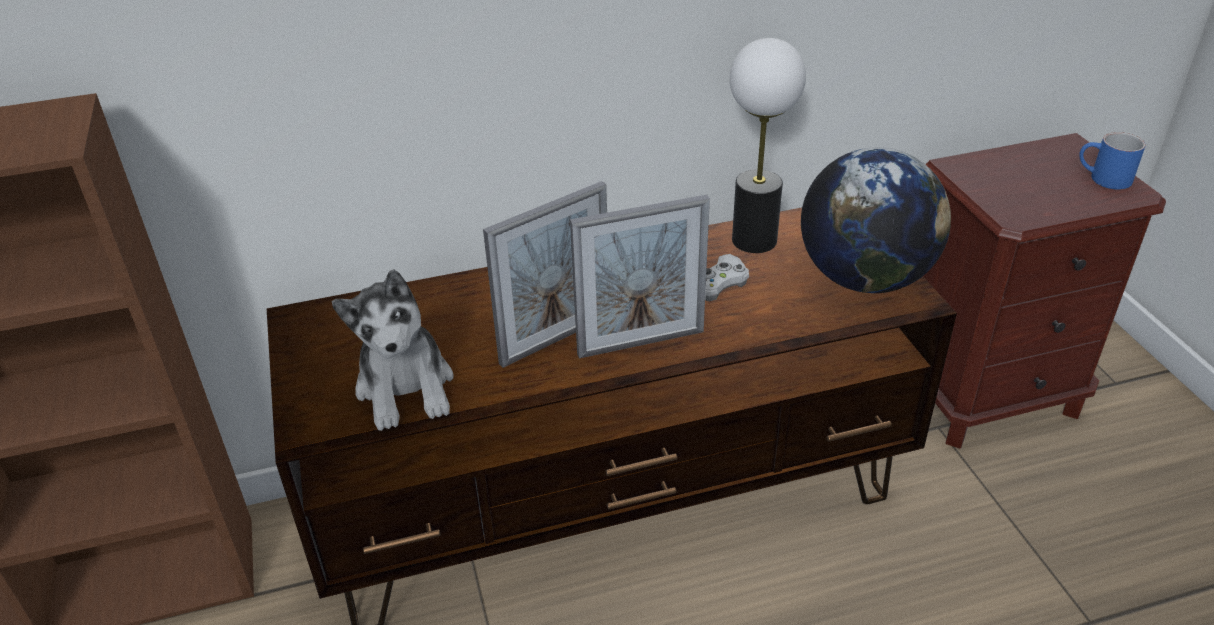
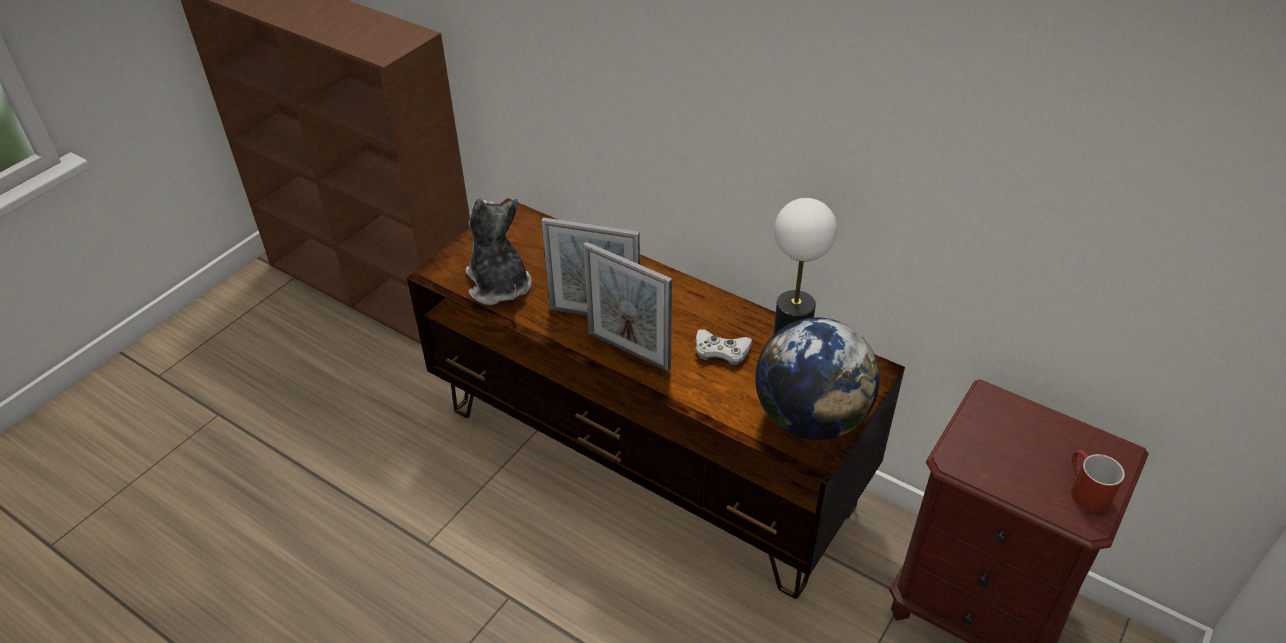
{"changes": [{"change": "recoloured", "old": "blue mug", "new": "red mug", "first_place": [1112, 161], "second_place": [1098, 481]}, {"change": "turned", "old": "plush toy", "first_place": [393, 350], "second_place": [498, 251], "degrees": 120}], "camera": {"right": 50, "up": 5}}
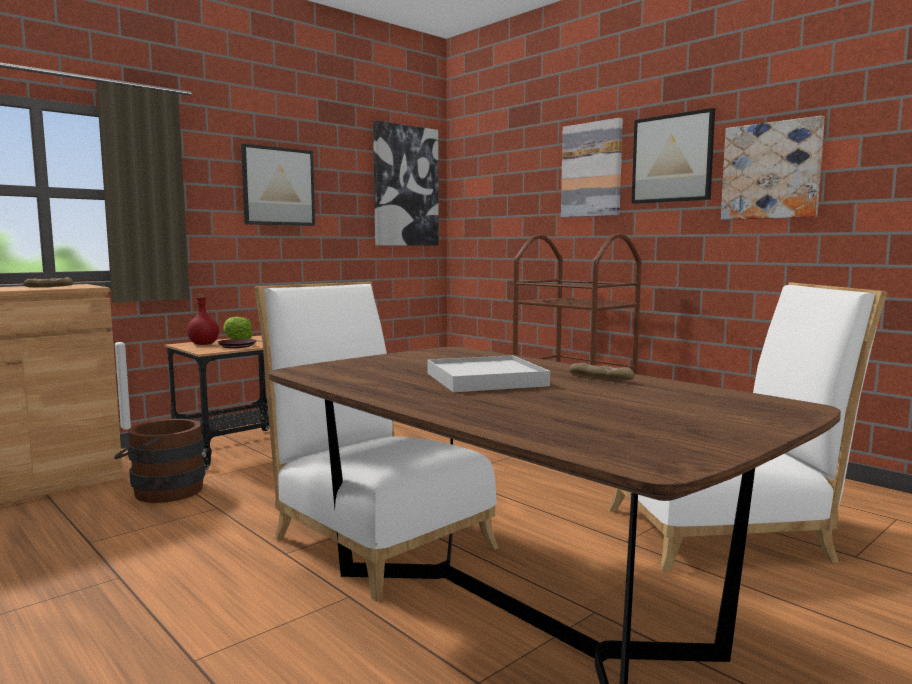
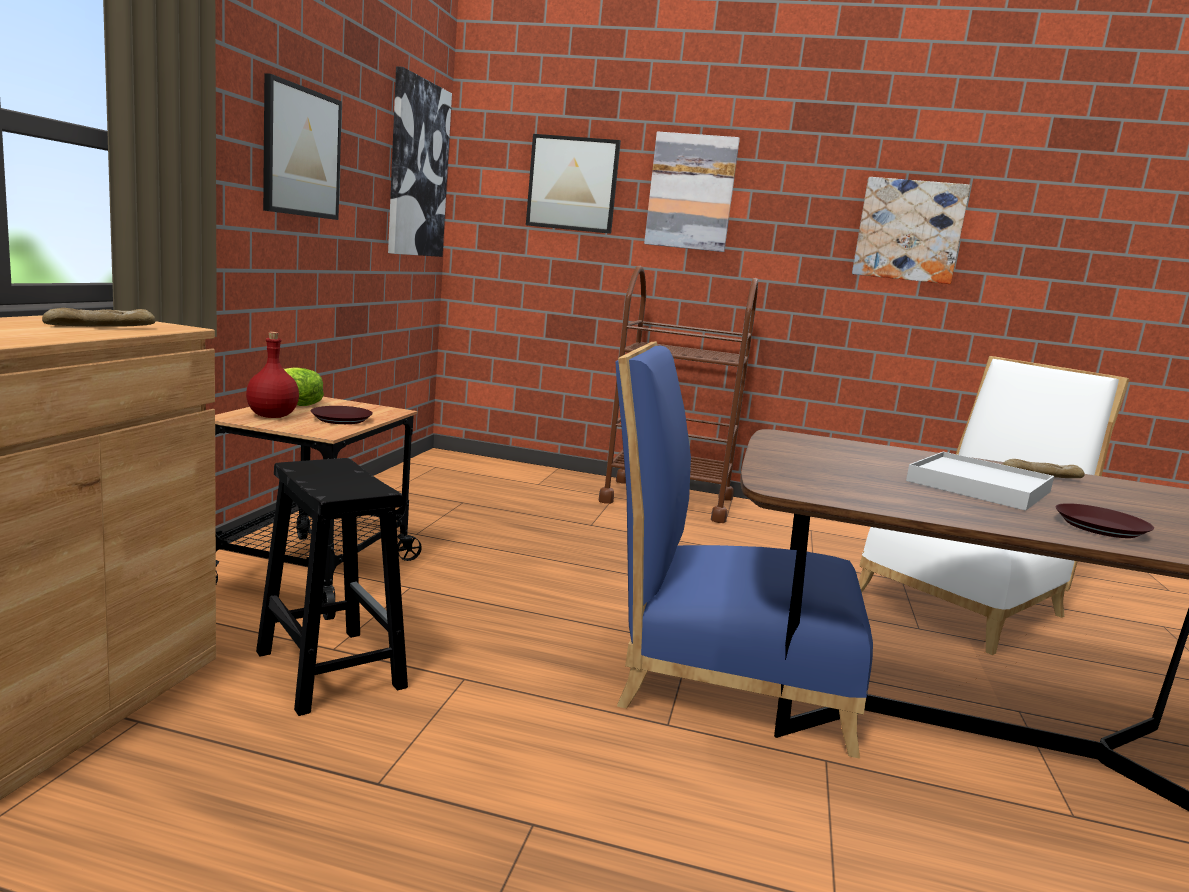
{"changes": [{"change": "added", "new": "brown plate", "second_place": [1105, 520]}, {"change": "moved", "old": "picture", "first_place": [673, 156], "second_place": [573, 184]}, {"change": "replaced", "old": "brown bucket", "new": "black stool", "first_place": [159, 461], "second_place": [332, 587]}, {"change": "recoloured", "old": "white chair", "new": "blue chair", "first_place": [376, 441], "second_place": [744, 550]}], "camera": {"right": -35, "up": 5}}
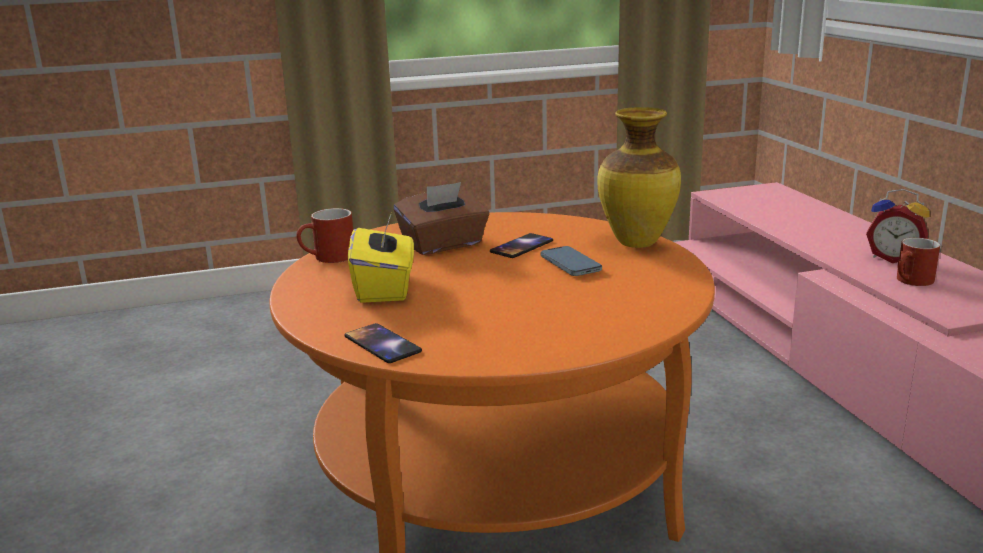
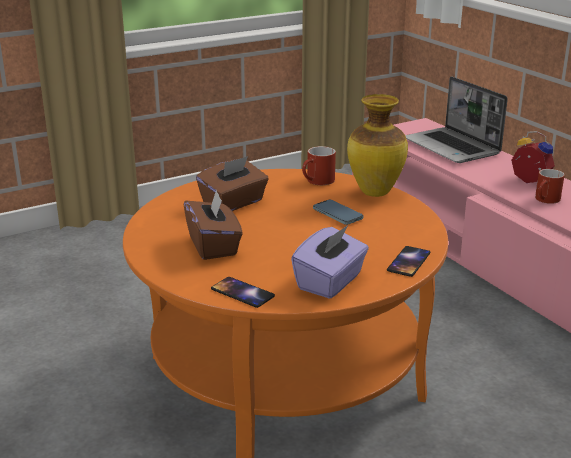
{"changes": [{"change": "added", "new": "purple tissue box", "second_place": [330, 262]}, {"change": "added", "new": "laptop", "second_place": [456, 119]}, {"change": "moved", "old": "red mug", "first_place": [324, 235], "second_place": [319, 165]}, {"change": "moved", "old": "phone", "first_place": [521, 245], "second_place": [408, 261]}, {"change": "recoloured", "old": "yellow tissue box", "new": "brown tissue box", "first_place": [381, 258], "second_place": [213, 224]}, {"change": "turned", "old": "alarm clock", "first_place": [898, 226], "second_place": [533, 157], "degrees": -150}], "camera": {"right": -15, "up": 5}}
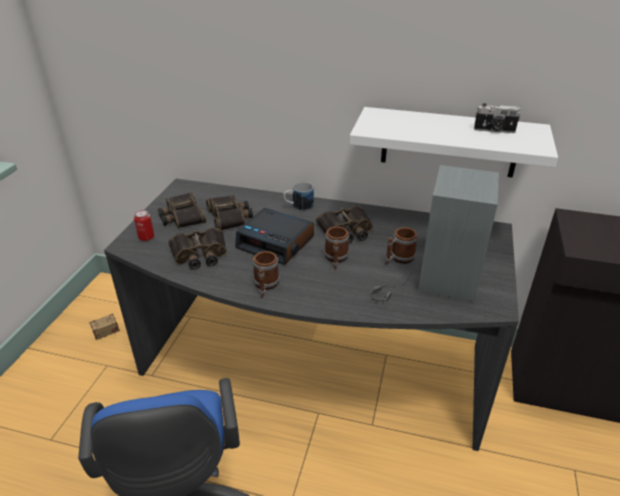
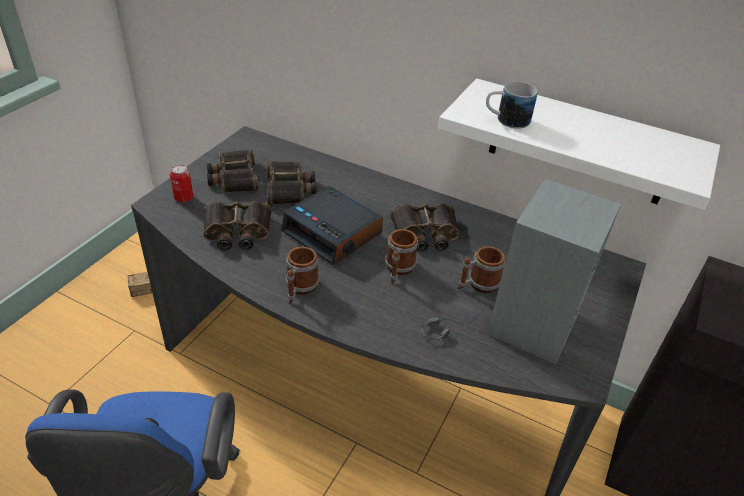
{"changes": [{"change": "removed", "old": "photo camera", "first_place": [497, 118]}, {"change": "moved", "old": "mug", "first_place": [298, 196], "second_place": [512, 105]}], "camera": {"right": 10, "up": 5}}
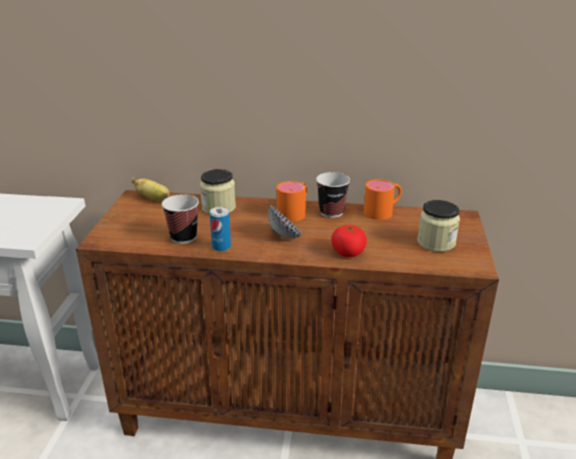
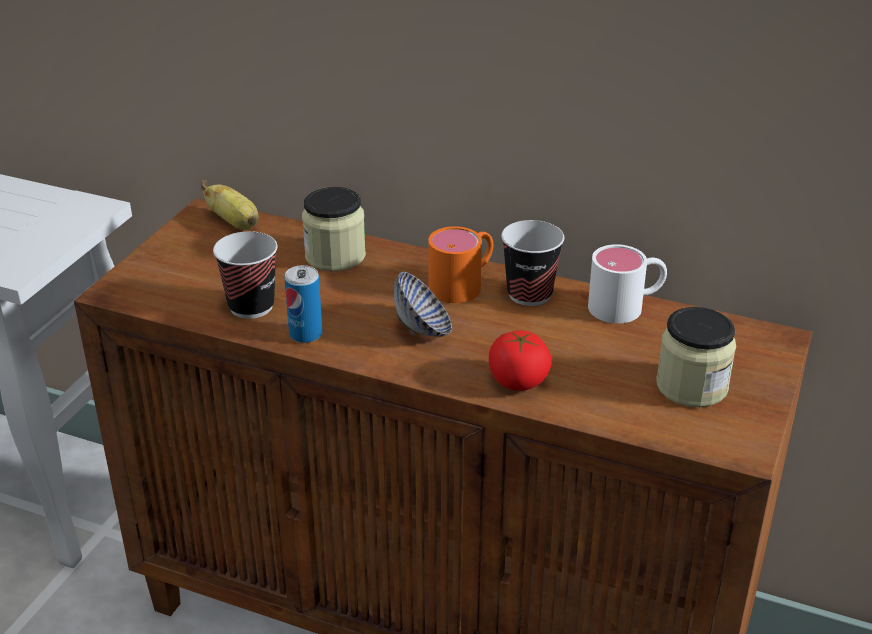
{"changes": [{"change": "recoloured", "old": "orange mug", "new": "white mug", "first_place": [383, 199], "second_place": [627, 283]}], "camera": {"right": 15, "up": 5}}
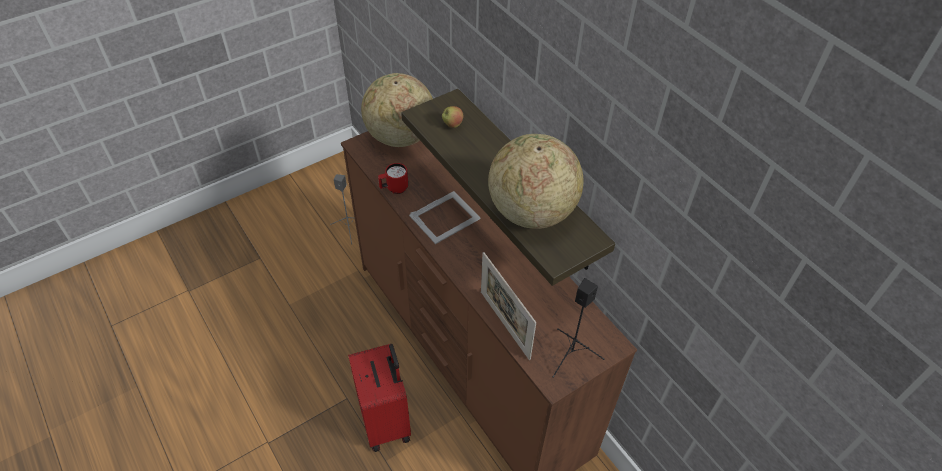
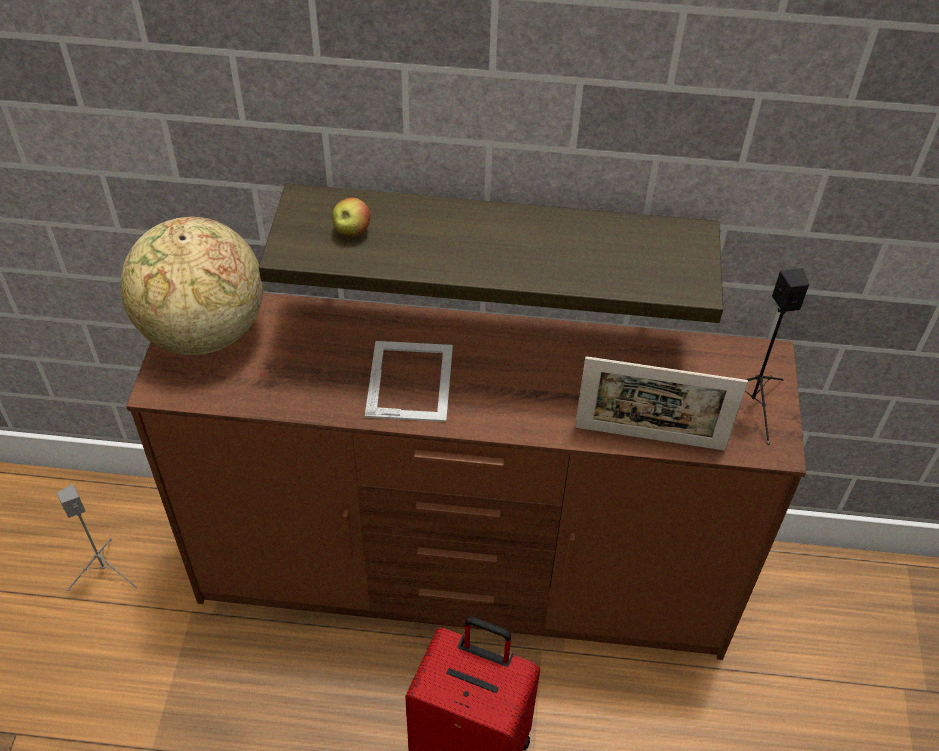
{"changes": [{"change": "removed", "old": "red mug", "first_place": [393, 178]}, {"change": "removed", "old": "globe", "first_place": [536, 181]}], "camera": {"right": -50, "up": 0}}
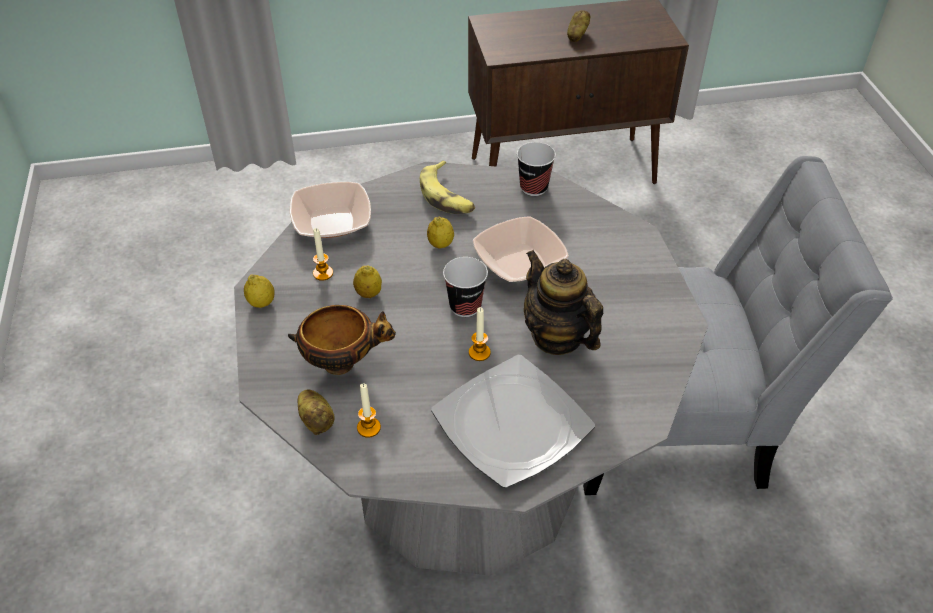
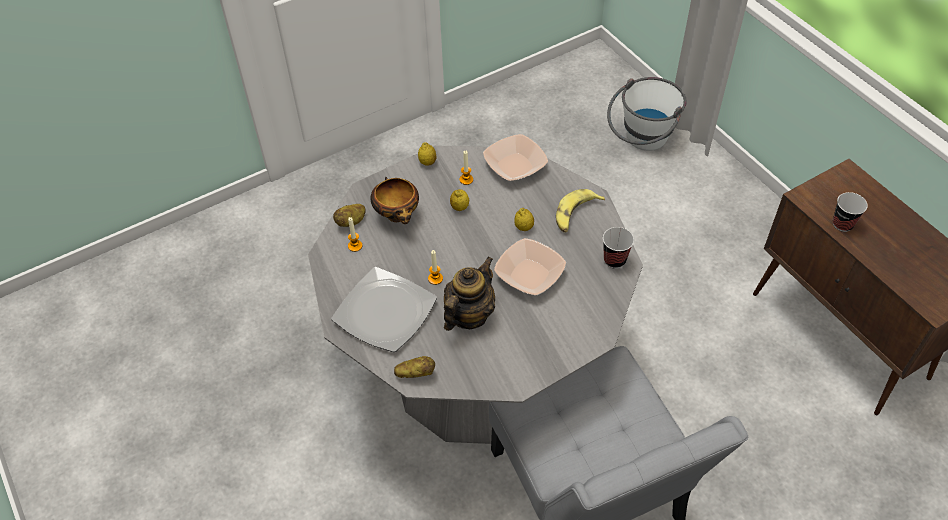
{"changes": [{"change": "added", "new": "white bucket", "second_place": [647, 114]}, {"change": "moved", "old": "cup", "first_place": [465, 287], "second_place": [850, 212]}, {"change": "moved", "old": "potato", "first_place": [578, 26], "second_place": [414, 367]}], "camera": {"right": 70, "up": 5}}
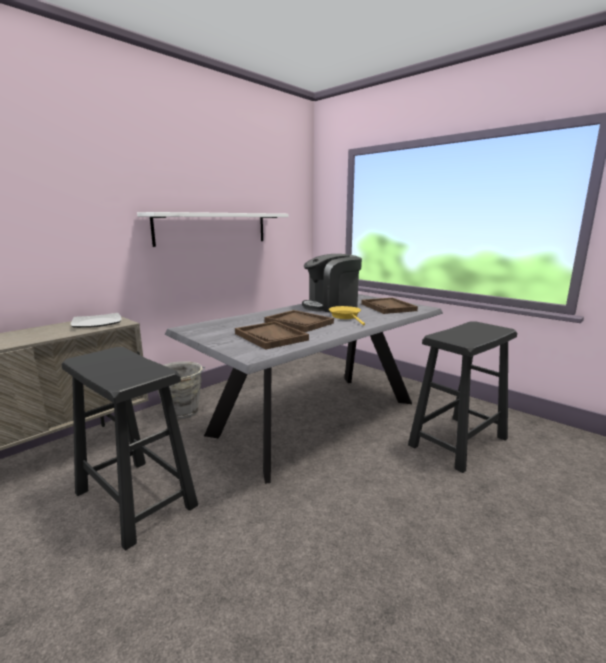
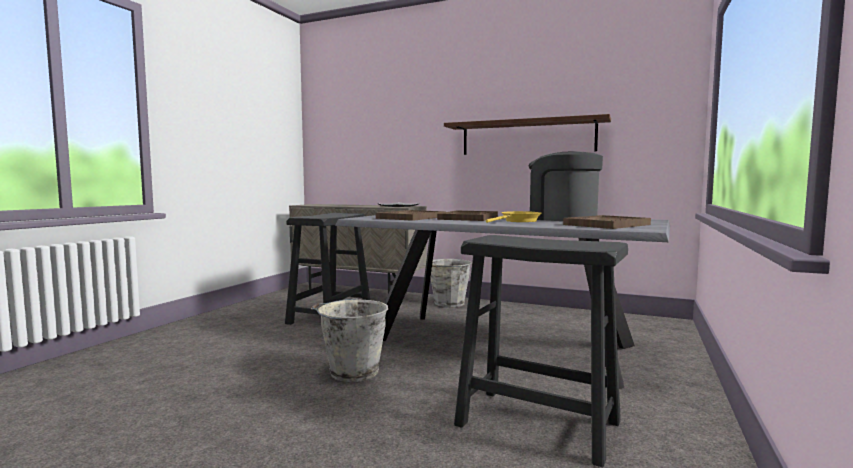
{"changes": [{"change": "added", "new": "grey bucket", "second_place": [349, 340]}, {"change": "recoloured", "old": "white shelf", "new": "brown shelf", "first_place": [213, 229], "second_place": [527, 134]}], "camera": {"right": 70, "up": -10}}
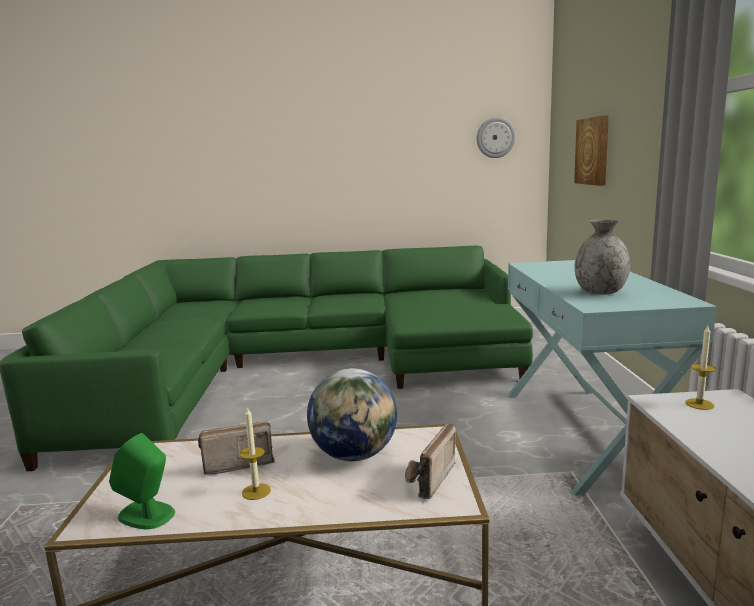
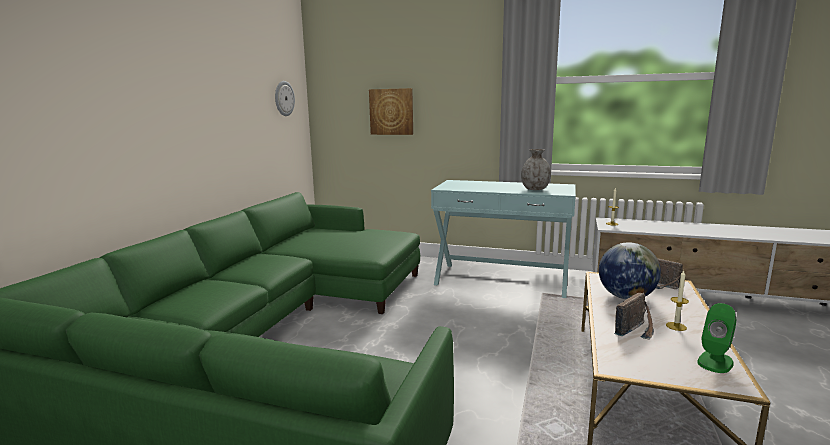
{"changes": [{"change": "turned", "old": "radio", "first_place": [236, 448], "second_place": [634, 316], "degrees": -135}], "camera": {"right": -70, "up": 0}}
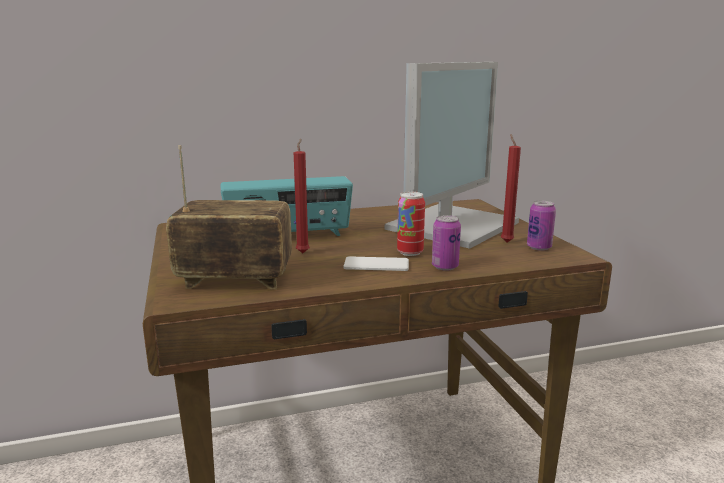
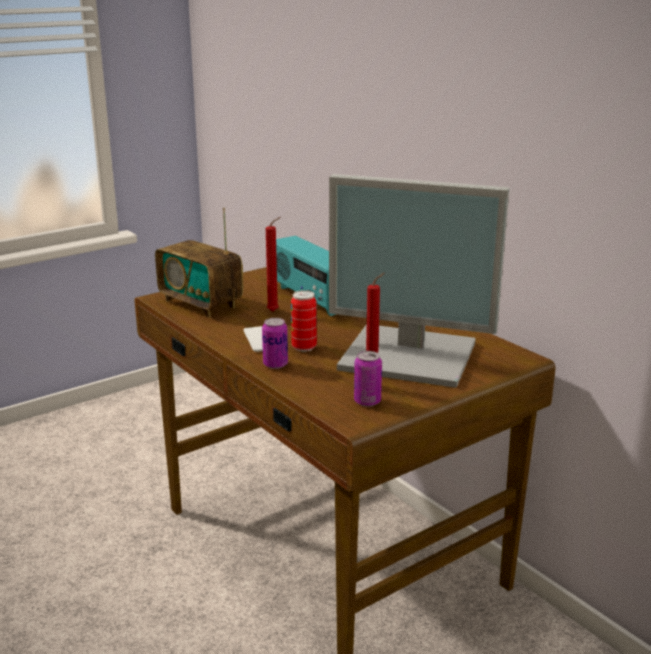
{"changes": [{"change": "turned", "old": "radio", "first_place": [229, 217], "second_place": [199, 262], "degrees": 150}], "camera": {"right": 70, "up": 5}}
